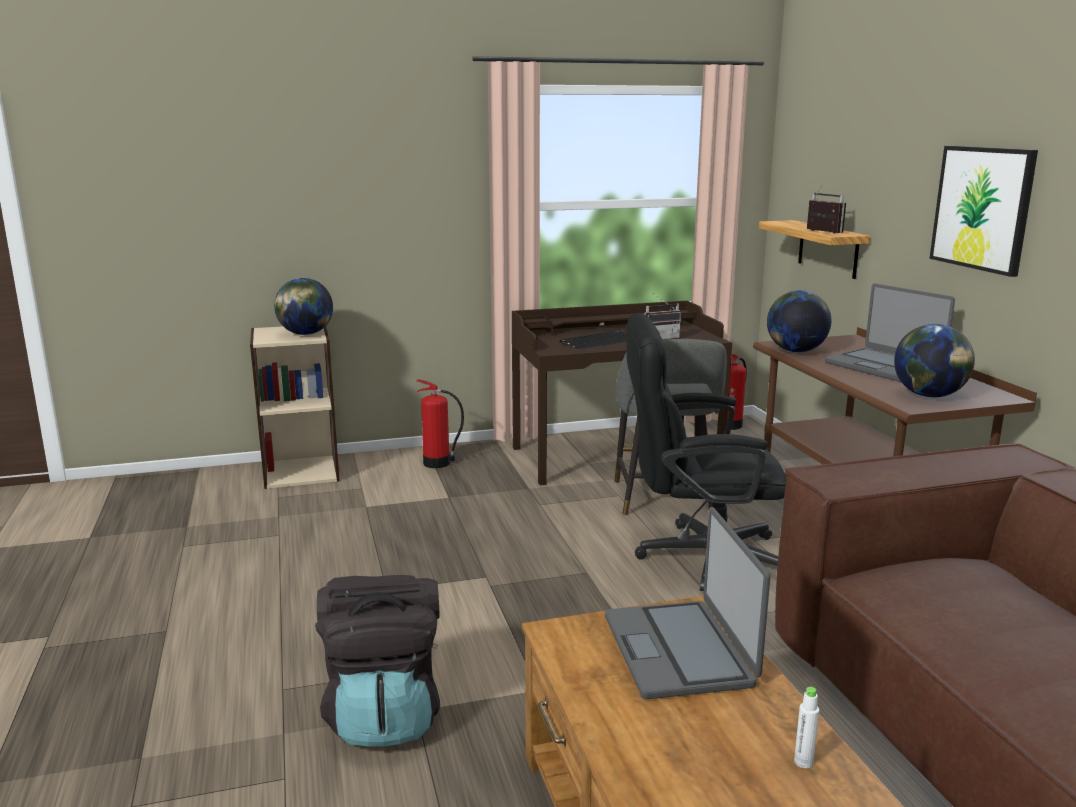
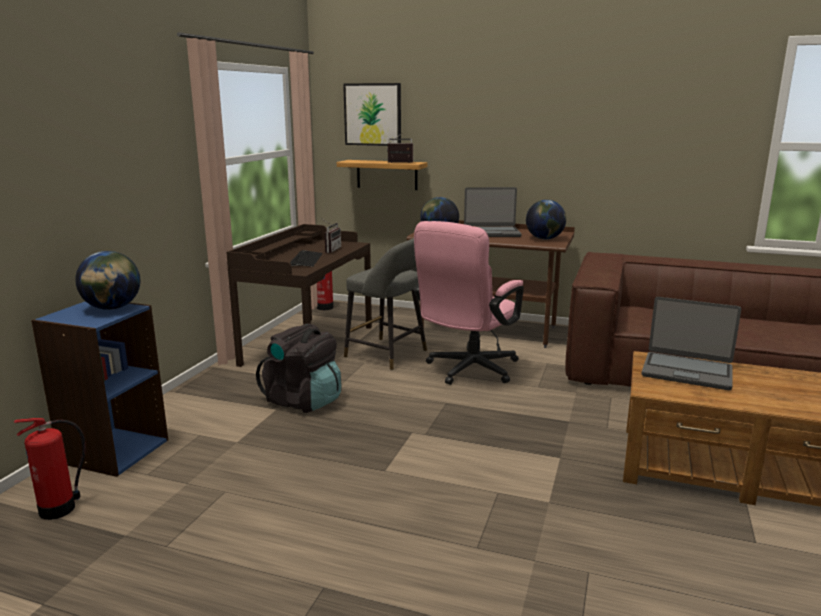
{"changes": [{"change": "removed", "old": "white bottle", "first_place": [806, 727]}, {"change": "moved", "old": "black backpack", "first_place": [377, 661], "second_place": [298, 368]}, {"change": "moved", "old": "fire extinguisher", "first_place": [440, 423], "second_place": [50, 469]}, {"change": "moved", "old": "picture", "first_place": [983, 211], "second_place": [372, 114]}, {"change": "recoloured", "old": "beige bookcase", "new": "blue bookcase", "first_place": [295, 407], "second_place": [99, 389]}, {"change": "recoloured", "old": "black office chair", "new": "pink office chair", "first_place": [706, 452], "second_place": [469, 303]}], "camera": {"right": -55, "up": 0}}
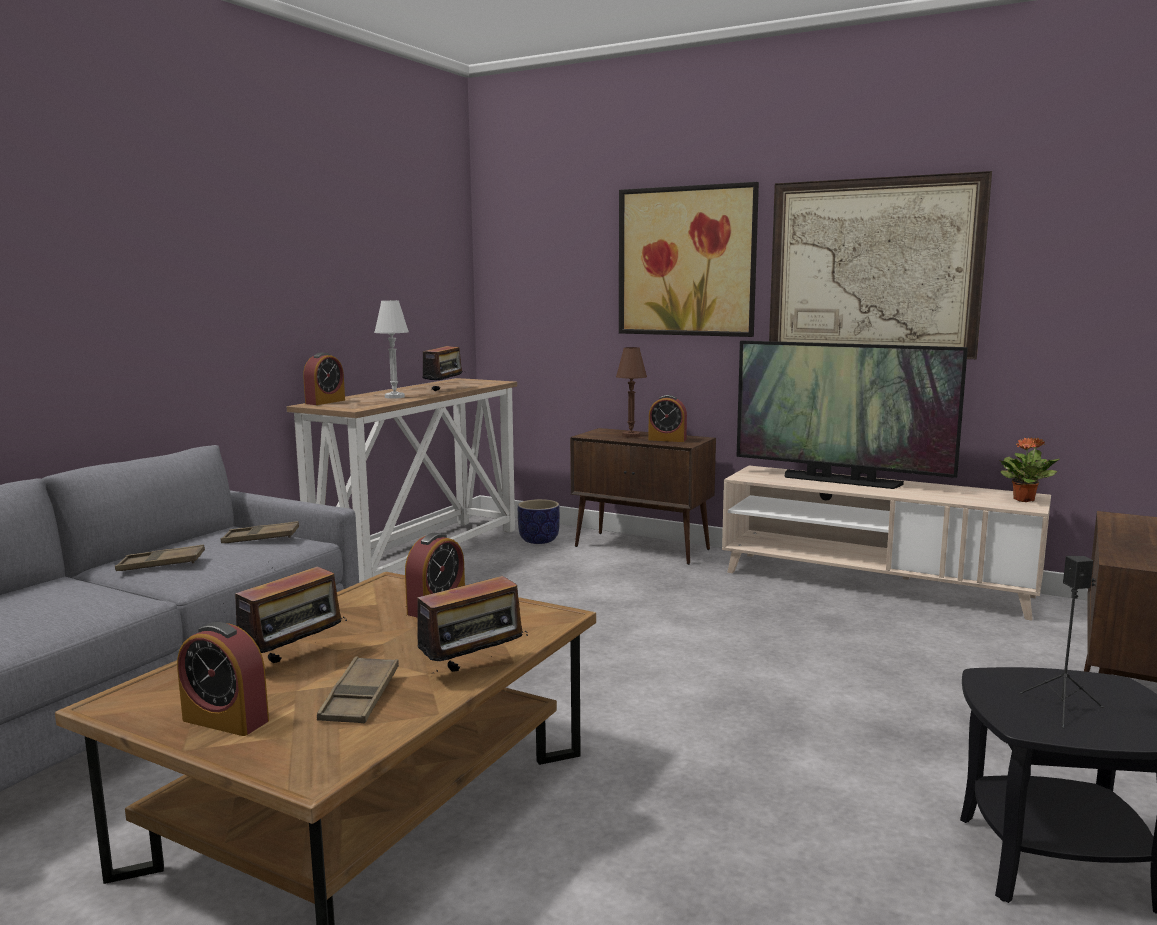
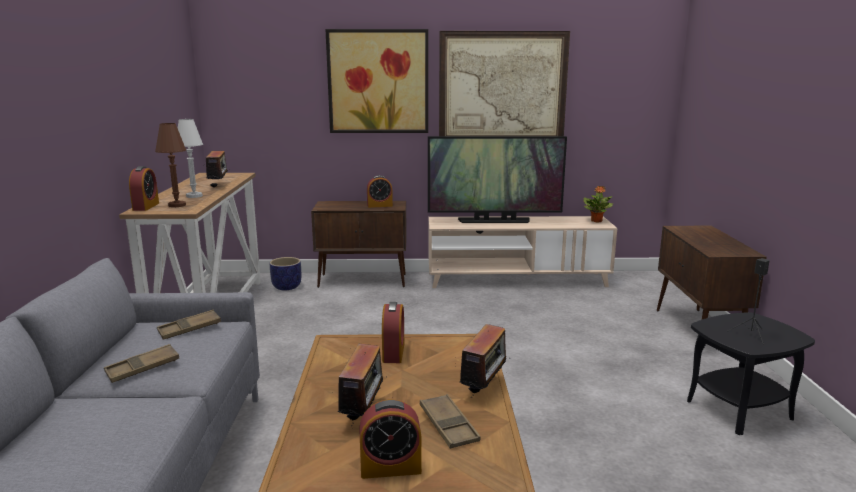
{"changes": [{"change": "moved", "old": "brown table lamp", "first_place": [631, 392], "second_place": [170, 165]}], "camera": {"right": -30, "up": 5}}
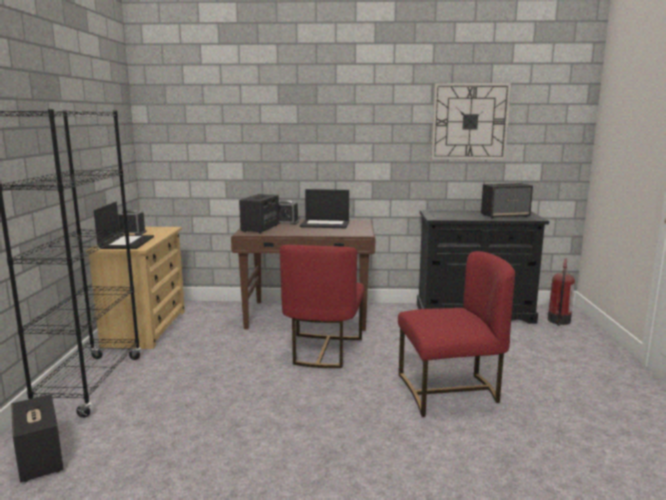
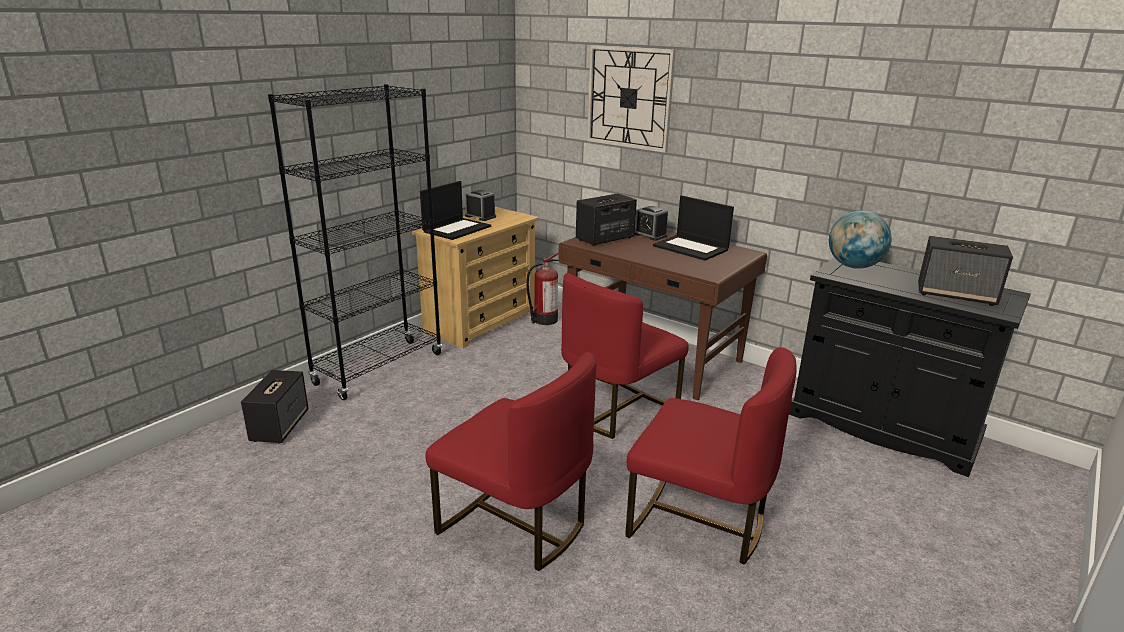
{"changes": [{"change": "added", "new": "red chair", "second_place": [511, 461]}, {"change": "added", "new": "globe", "second_place": [860, 240]}, {"change": "moved", "old": "wall clock", "first_place": [471, 121], "second_place": [631, 99]}, {"change": "moved", "old": "fire extinguisher", "first_place": [561, 292], "second_place": [543, 288]}], "camera": {"right": 35, "up": 10}}
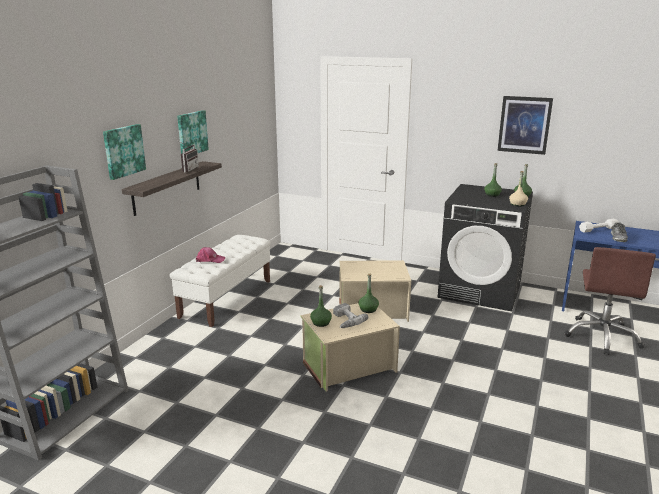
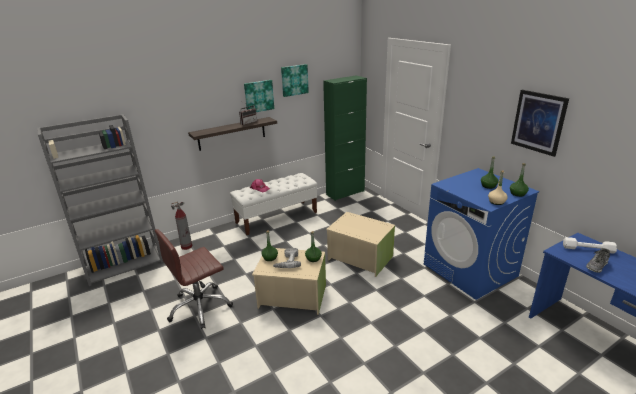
{"changes": [{"change": "added", "new": "fire extinguisher", "second_place": [181, 226]}, {"change": "added", "new": "green cabinet", "second_place": [345, 138]}, {"change": "moved", "old": "picture", "first_place": [124, 152], "second_place": [295, 80]}, {"change": "moved", "old": "brown office chair", "first_place": [610, 301], "second_place": [194, 279]}, {"change": "recoloured", "old": "black washing machine", "new": "blue washing machine", "first_place": [485, 247], "second_place": [481, 234]}], "camera": {"right": 35, "up": 5}}
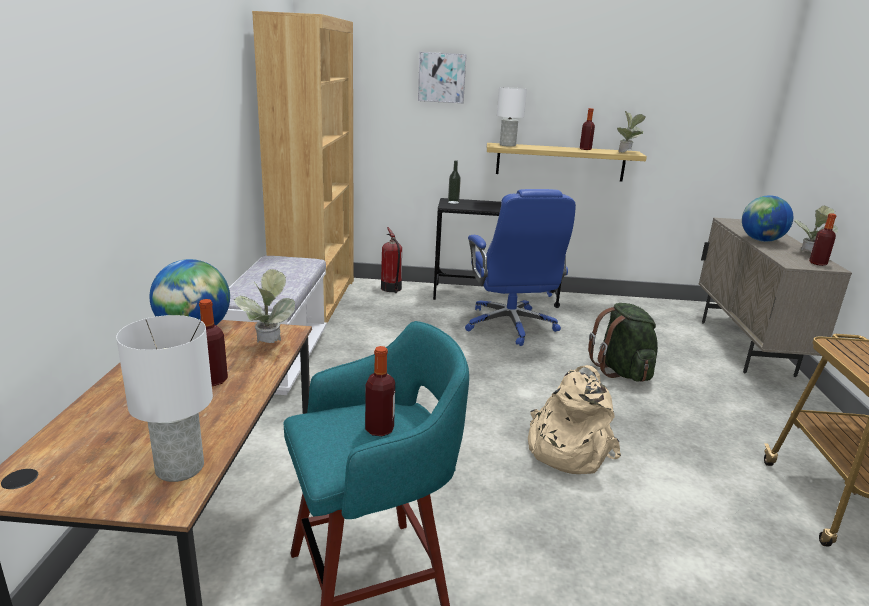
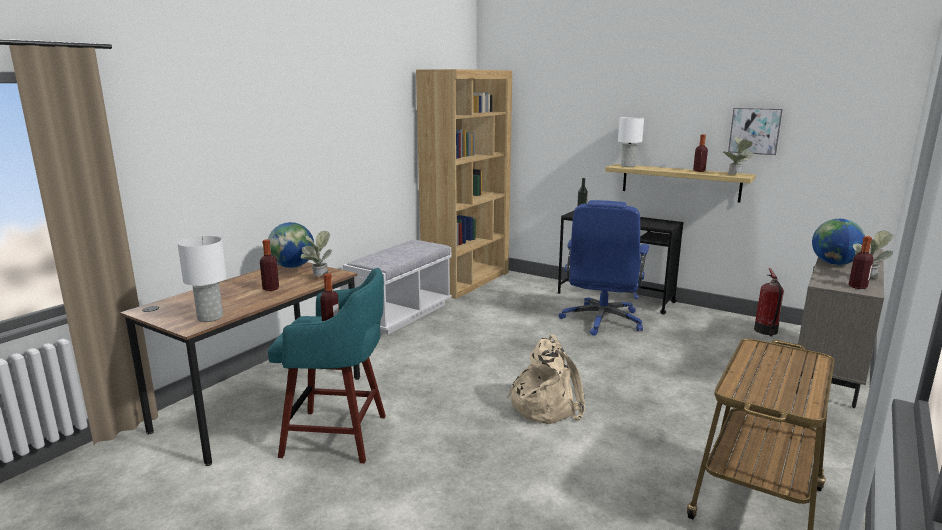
{"changes": [{"change": "removed", "old": "green backpack", "first_place": [623, 342]}, {"change": "moved", "old": "fire extinguisher", "first_place": [391, 260], "second_place": [769, 302]}, {"change": "moved", "old": "picture", "first_place": [442, 77], "second_place": [755, 131]}], "camera": {"right": 30, "up": -5}}
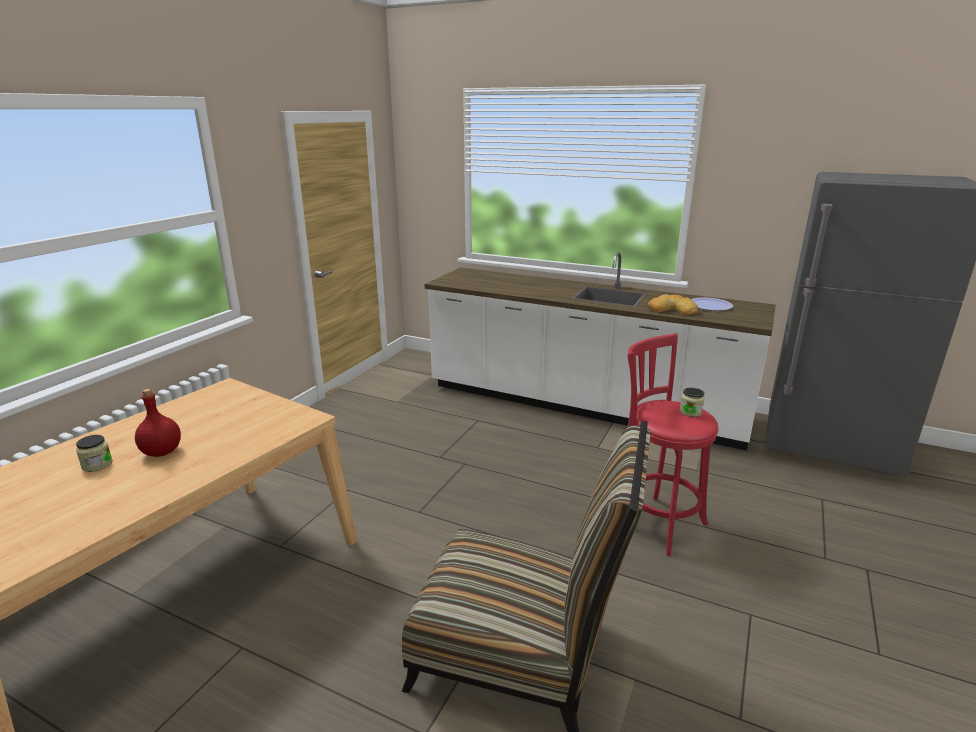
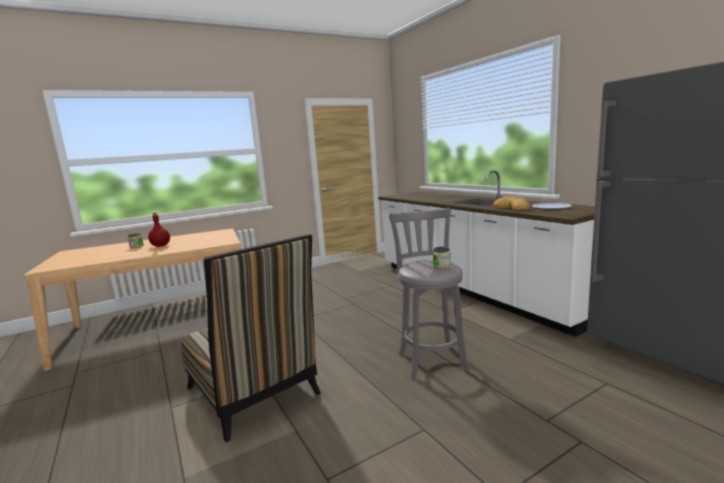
{"changes": [{"change": "recoloured", "old": "red stool", "new": "grey stool", "first_place": [673, 444], "second_place": [429, 293]}], "camera": {"right": 35, "up": -10}}
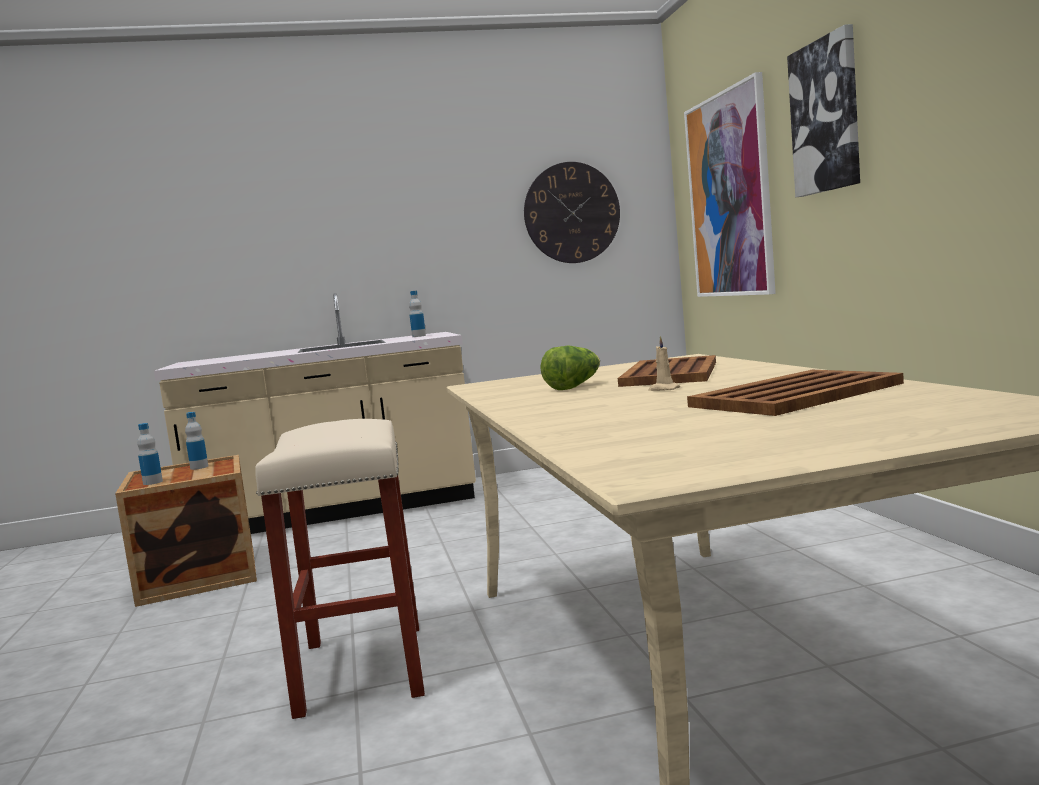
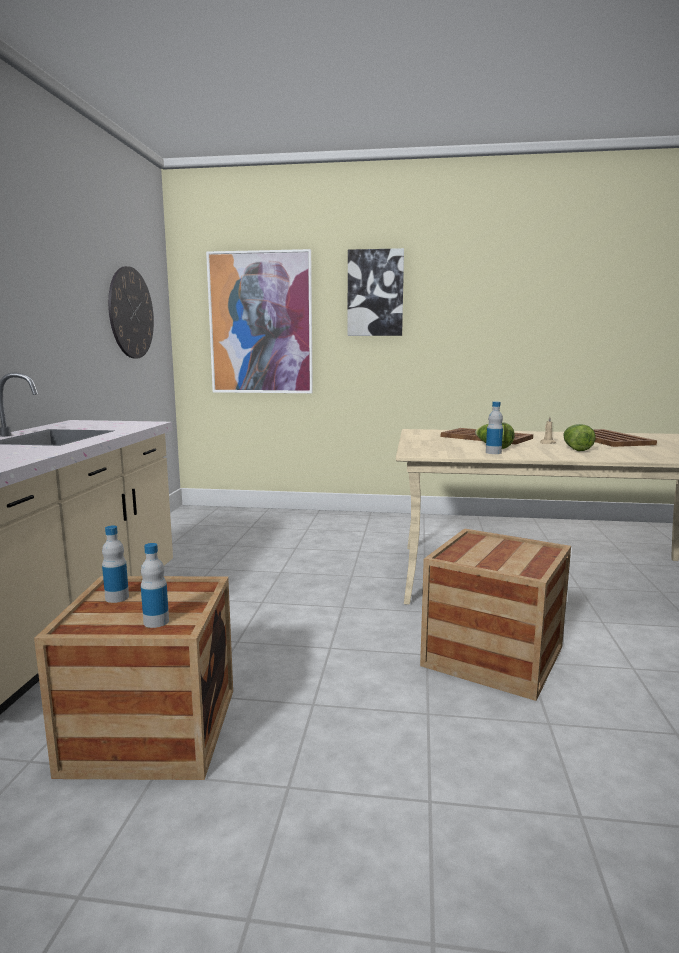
{"changes": [{"change": "added", "new": "lettuce", "second_place": [579, 437]}, {"change": "moved", "old": "bottle", "first_place": [417, 314], "second_place": [494, 427]}, {"change": "replaced", "old": "beige stool", "new": "crate", "first_place": [340, 569], "second_place": [495, 614]}], "camera": {"right": -70, "up": 5}}
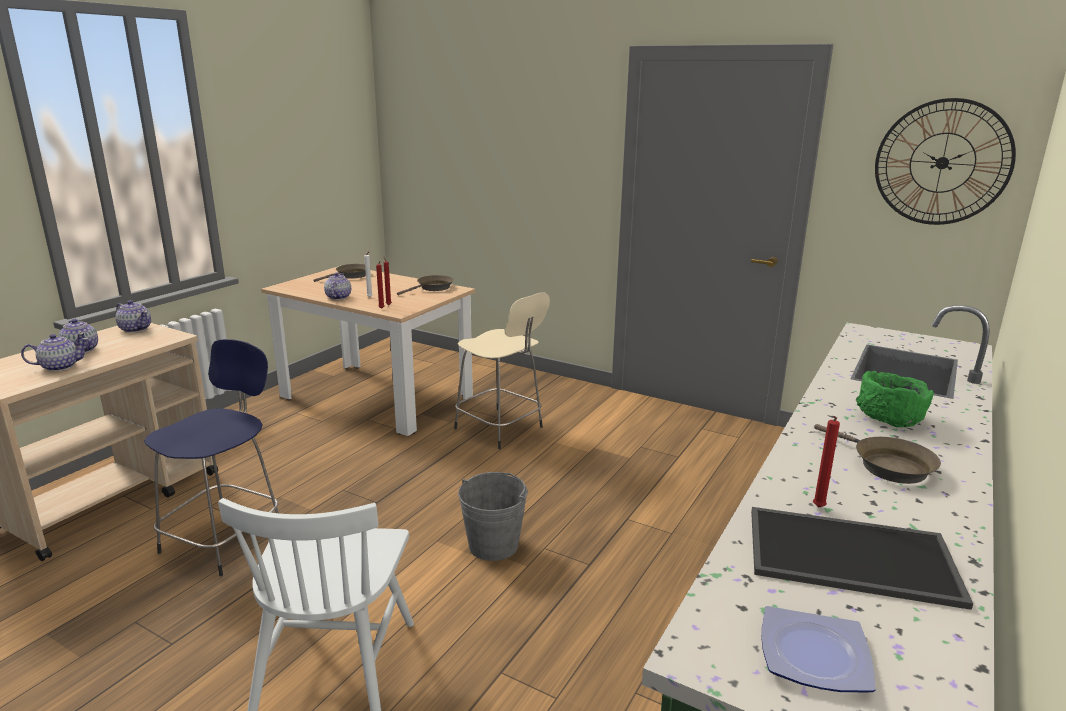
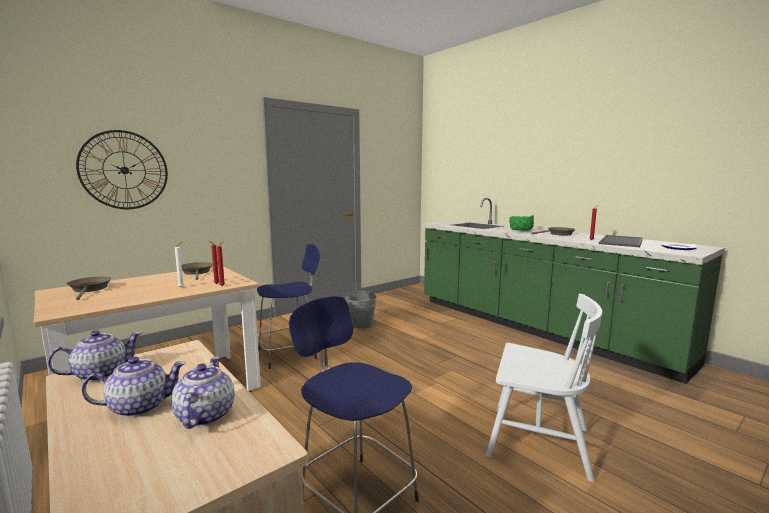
{"changes": [{"change": "removed", "old": "teapot", "first_place": [337, 286]}, {"change": "moved", "old": "grey bucket", "first_place": [493, 516], "second_place": [361, 310]}, {"change": "moved", "old": "wall clock", "first_place": [945, 161], "second_place": [122, 169]}, {"change": "recoloured", "old": "beige stool", "new": "blue stool", "first_place": [502, 370], "second_place": [288, 306]}], "camera": {"right": -70, "up": -10}}
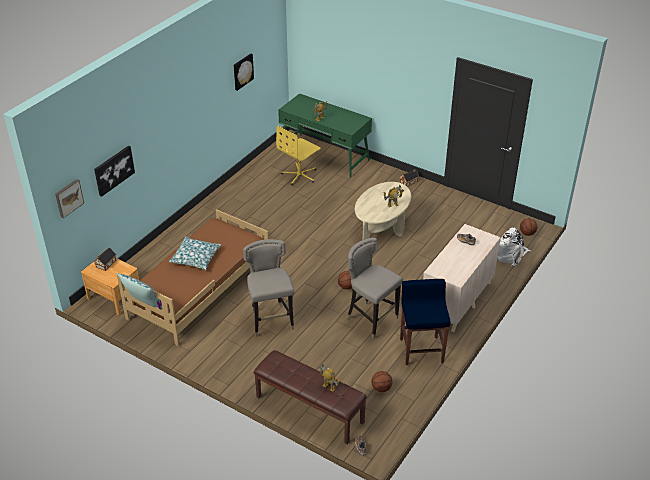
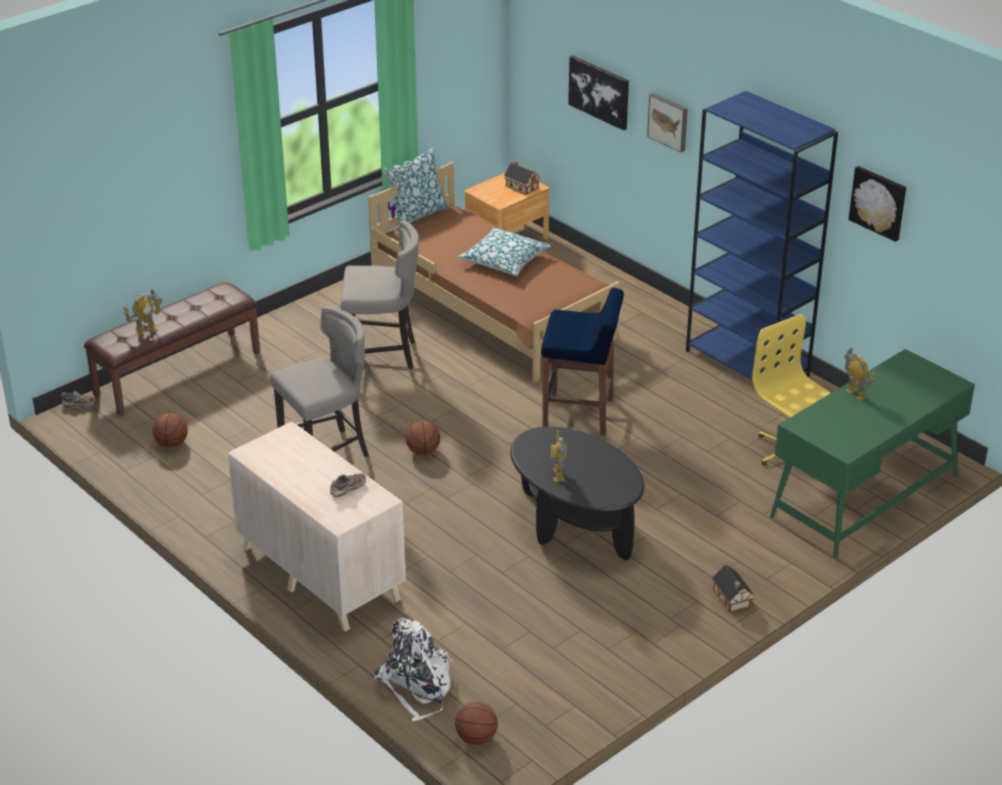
{"changes": [{"change": "added", "new": "blue bookcase", "second_place": [762, 235]}, {"change": "moved", "old": "picture", "first_place": [69, 198], "second_place": [667, 122]}, {"change": "moved", "old": "blue stool", "first_place": [425, 322], "second_place": [582, 362]}, {"change": "recoloured", "old": "beige coffee table", "new": "black coffee table", "first_place": [383, 211], "second_place": [577, 493]}], "camera": {"right": 105, "up": -5}}
